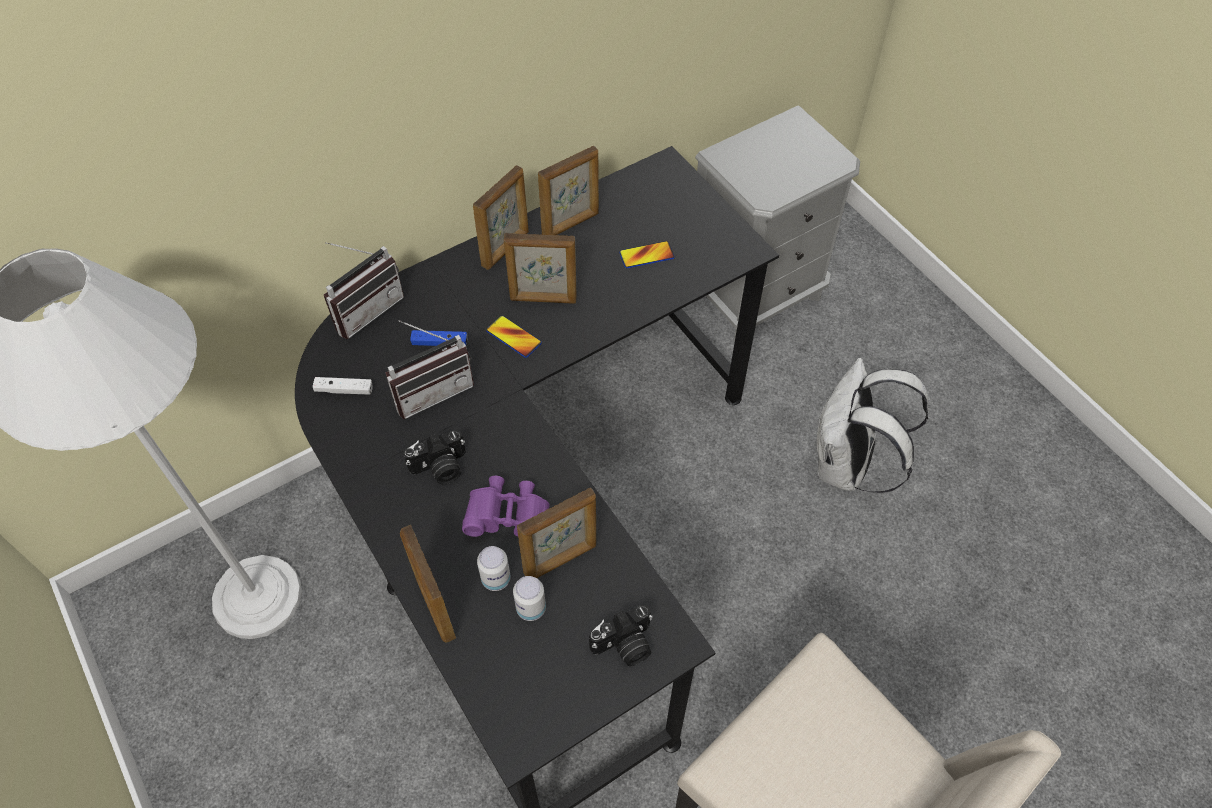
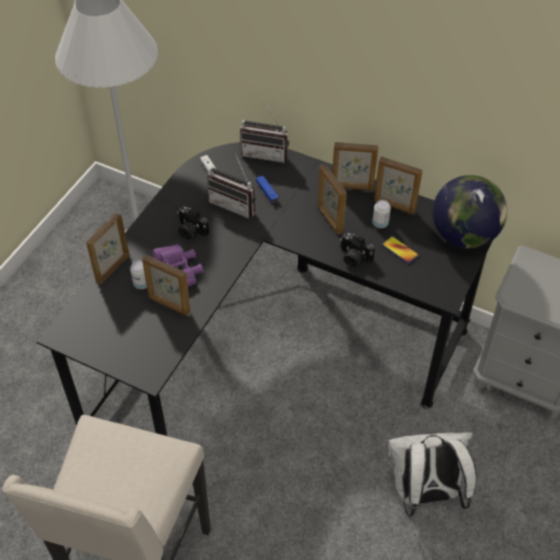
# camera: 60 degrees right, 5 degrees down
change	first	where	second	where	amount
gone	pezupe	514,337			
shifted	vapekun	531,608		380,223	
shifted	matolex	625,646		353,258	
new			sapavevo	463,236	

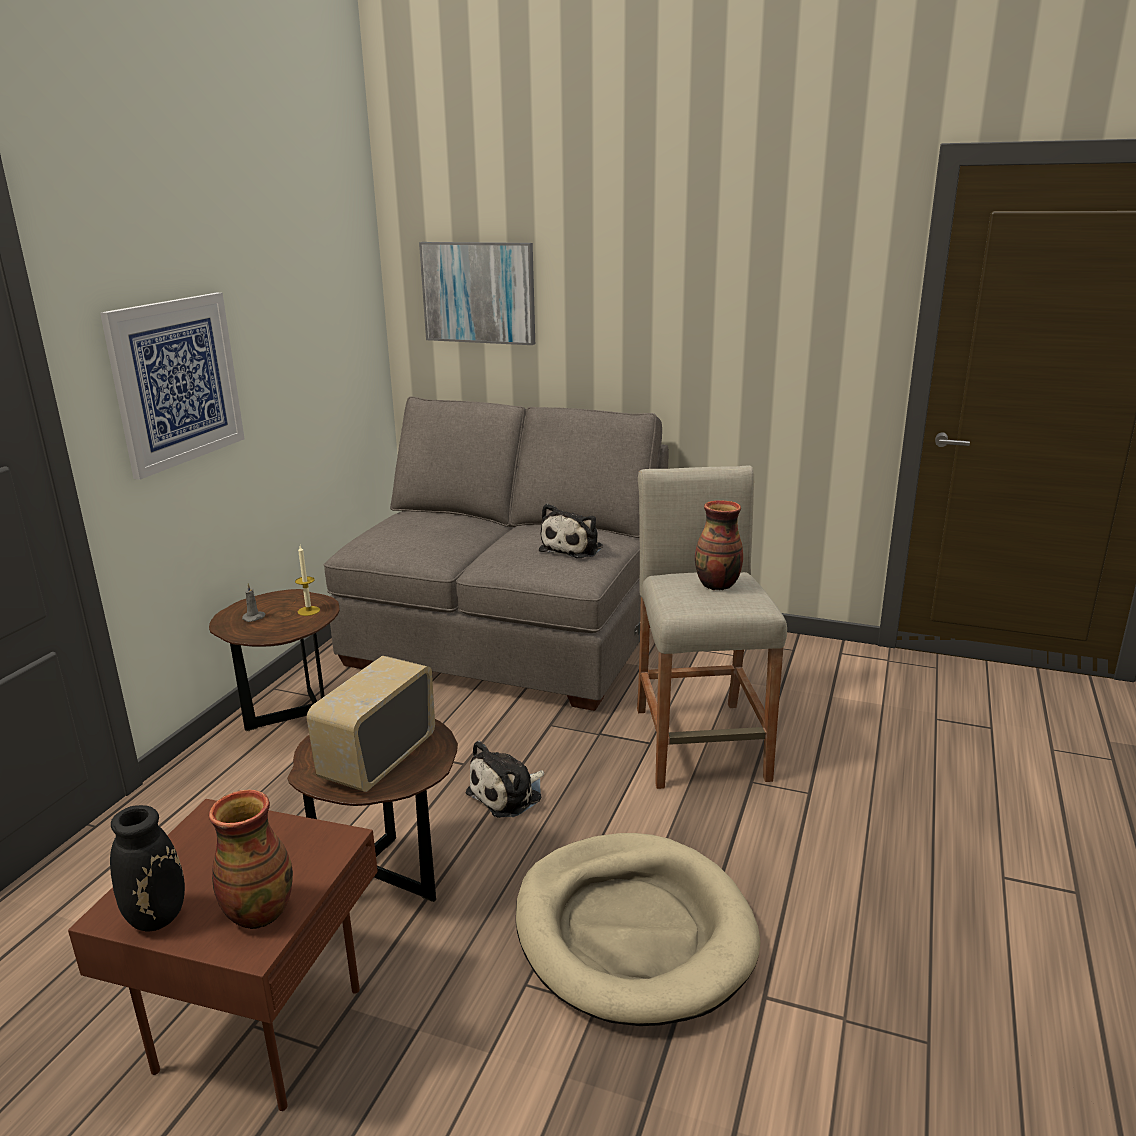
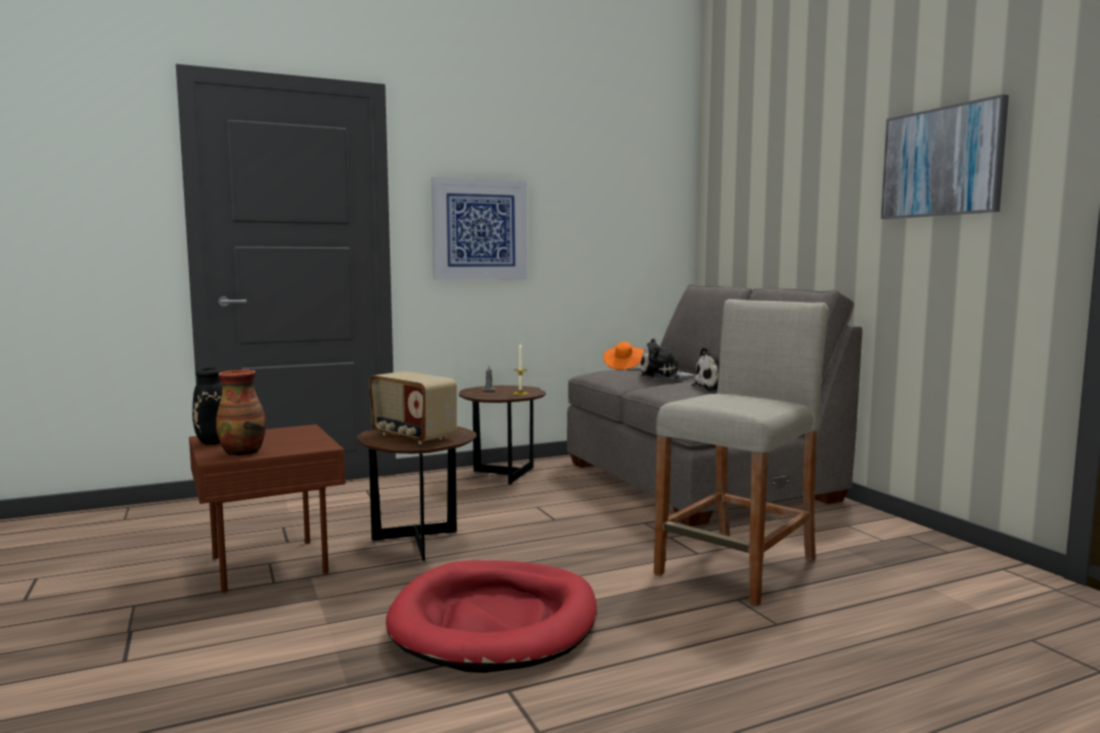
# camera: 45 degrees right, 15 degrees down
change	first	where	second	where	amount
rotated	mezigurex	377,759		412,436	120 degrees counterclockwise
shifted	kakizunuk	479,292		942,162	
shifted	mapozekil	508,794		662,376	
repainted	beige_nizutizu	633,931	red_nizutizu	495,622	
gone	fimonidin	717,585			
new			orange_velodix	623,367	

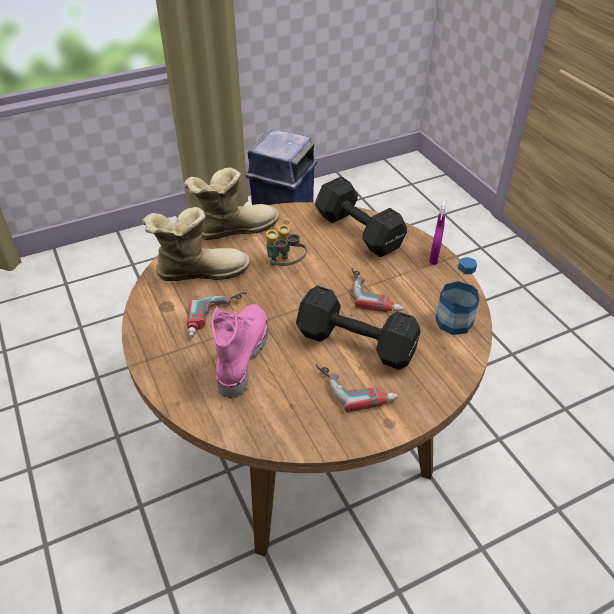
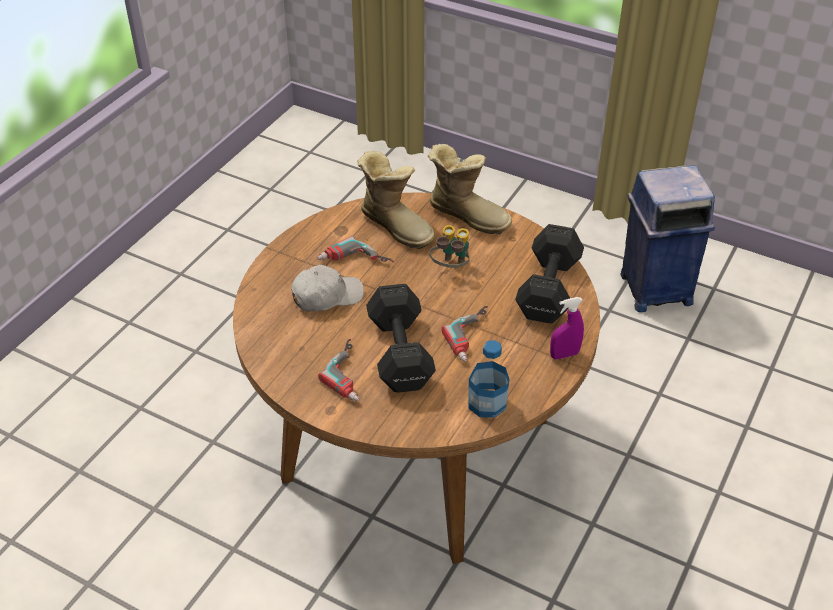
# camera: 55 degrees right, 0 degrees up
change	first	where	second	where	amount
swapped	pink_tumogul	241,356	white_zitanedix	327,296	

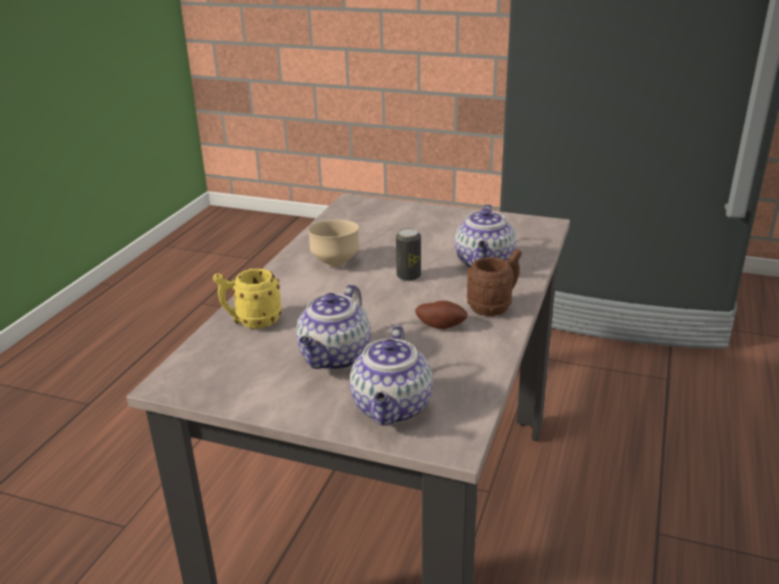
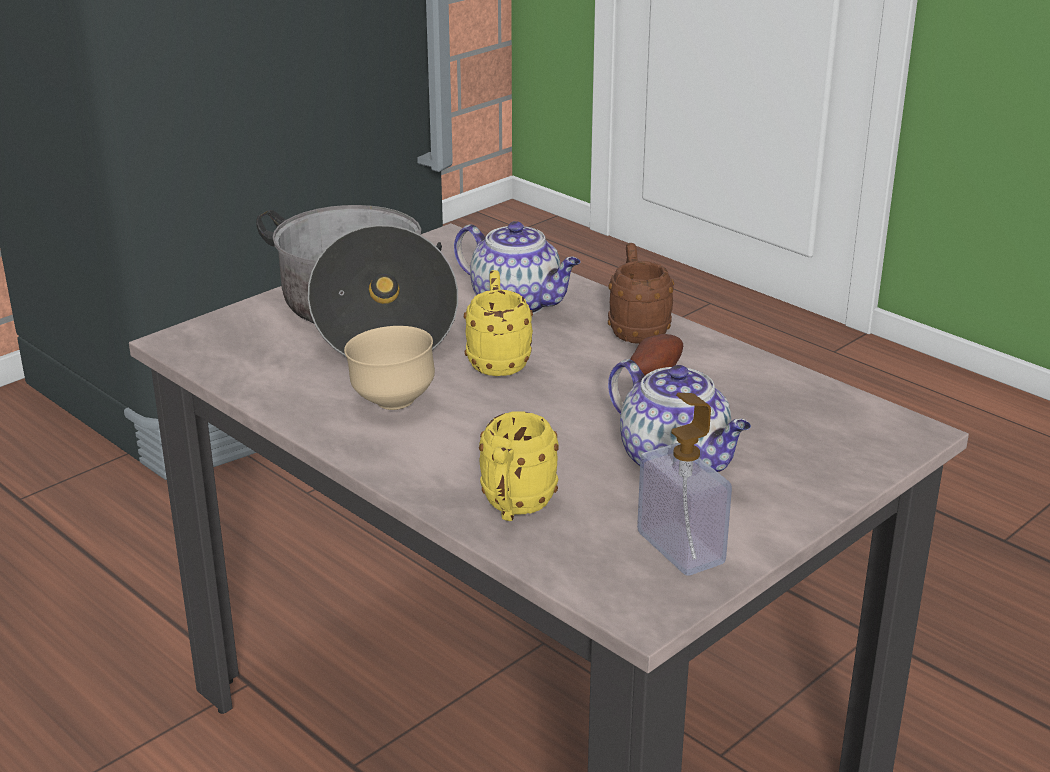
# camera: 65 degrees left, 0 degrees up
change	first	where	second	where	amount
gone	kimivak	392,409			
swapped	vapekun	408,276	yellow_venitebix	497,360	
new			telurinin	362,317	
new			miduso	680,547	

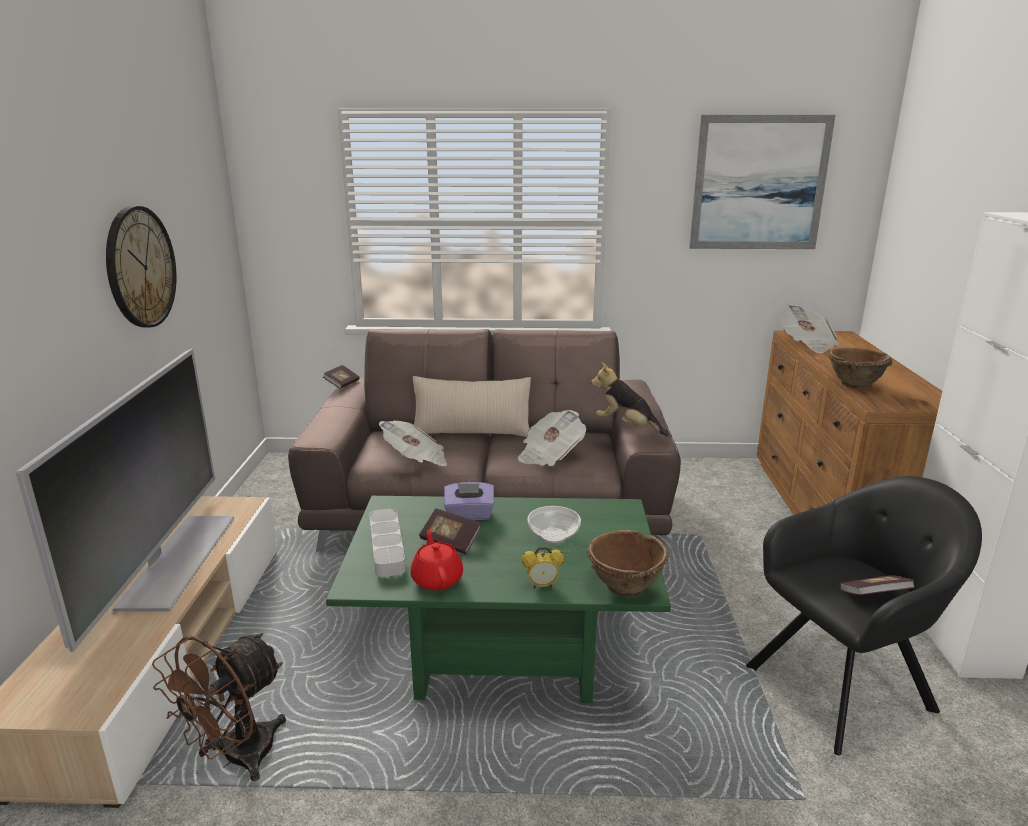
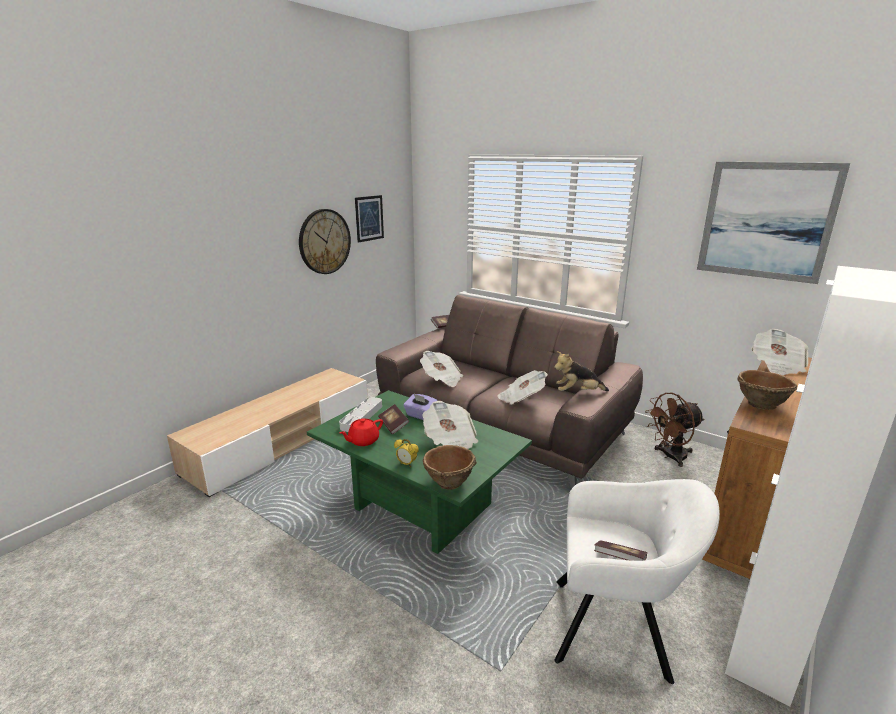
# camera: 35 degrees right, 0 degrees up
change	first	where	second	where	amount
gone	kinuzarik	176,560			
shifted	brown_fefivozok	237,758		670,456	
rotated	red_kimivak	437,579		363,441	150 degrees counterclockwise
gone	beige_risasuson	472,431			
swapped	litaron	554,535	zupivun	450,441	
rotated	mapozekil	627,426		578,393	75 degrees counterclockwise
repainted	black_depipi	844,686	white_depipi	615,628	
new			kakizunuk	369,218	

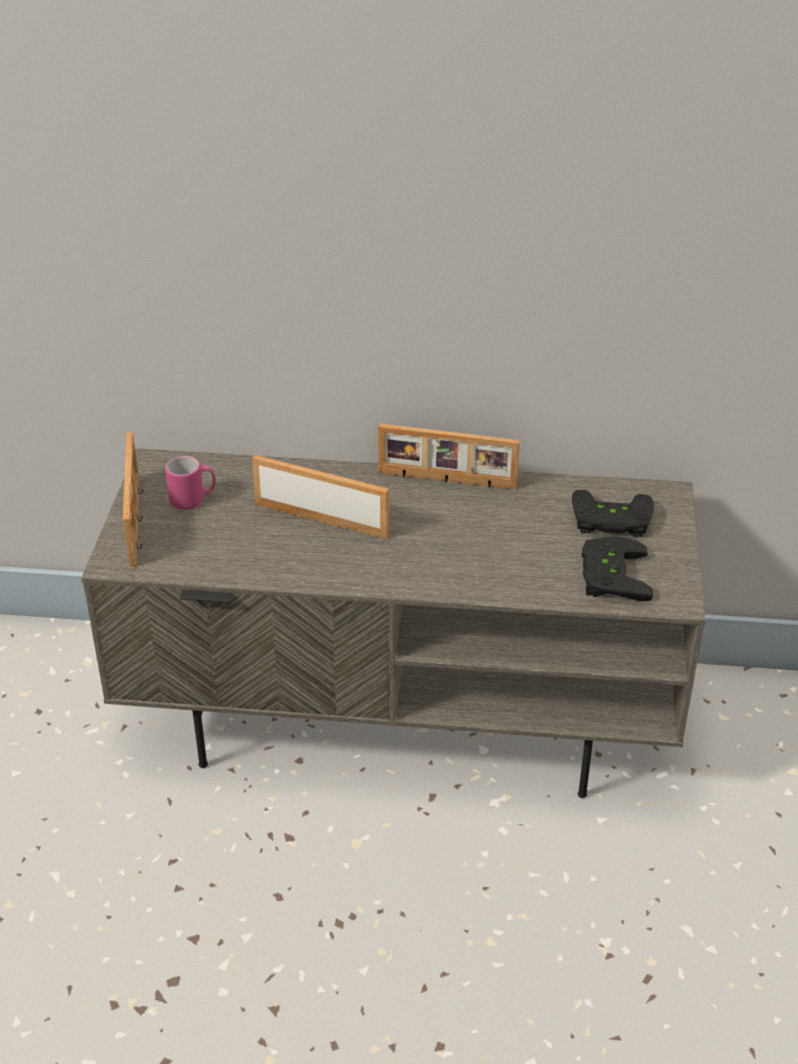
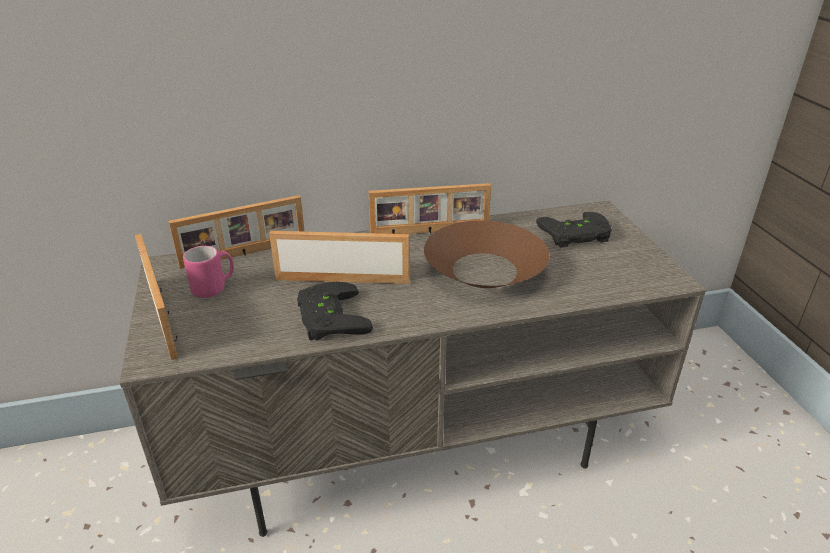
# camera: 20 degrees left, 5 degrees down
change	first	where	second	where	amount
shifted	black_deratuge	609,575		327,317	
new			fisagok	244,254	
new			brown_litaron	484,270	

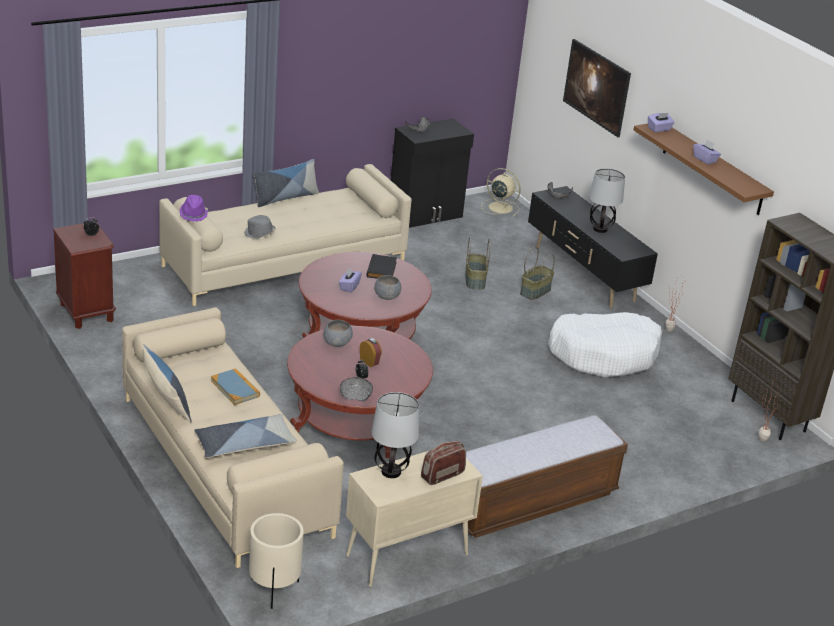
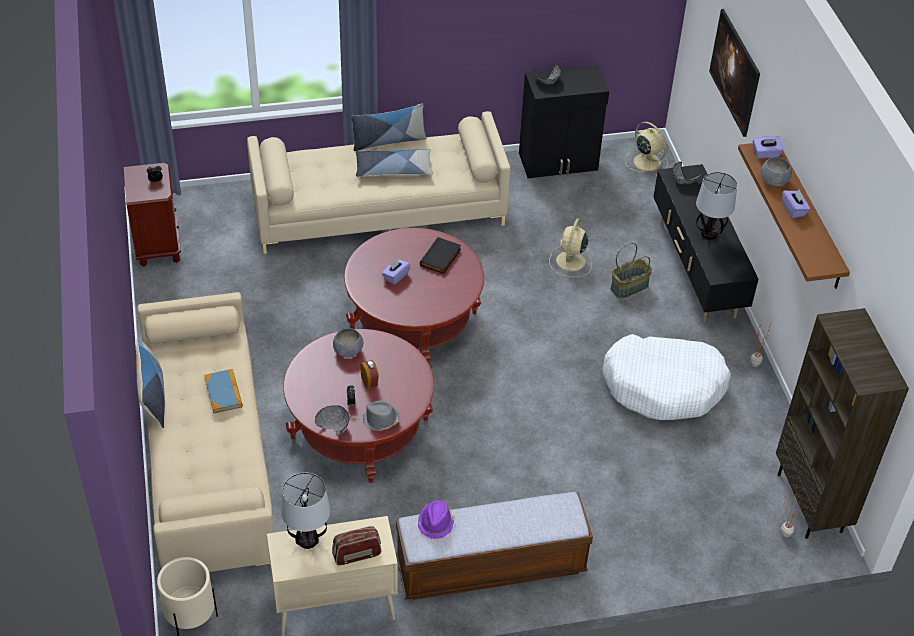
# camera: 20 degrees right, 15 degrees up
change	first	where	second	where	amount
shifted	purple_velodix	193,214		436,522	
shifted	risasuson	244,444		393,169	
shifted	grey_velodix	259,233		380,420	
shifted	grey_litaron	387,296		774,181	
swapped	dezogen	475,280	beige_fefivozok	570,262	

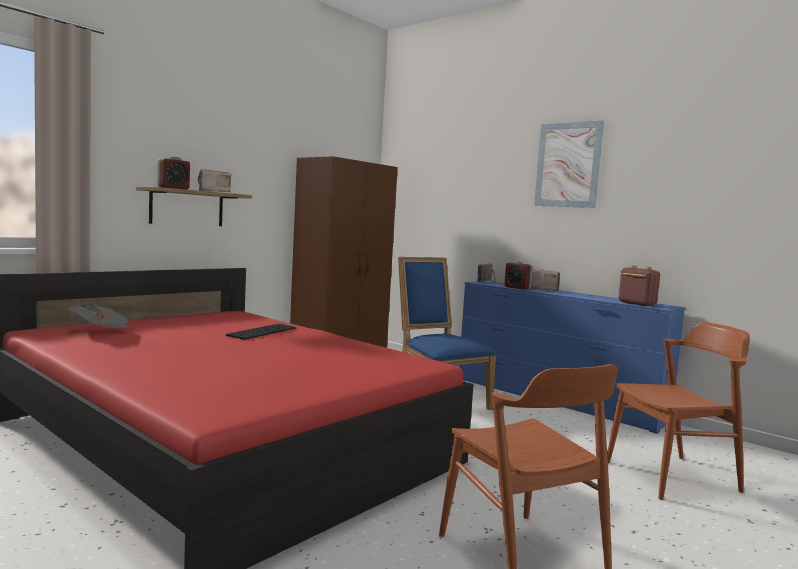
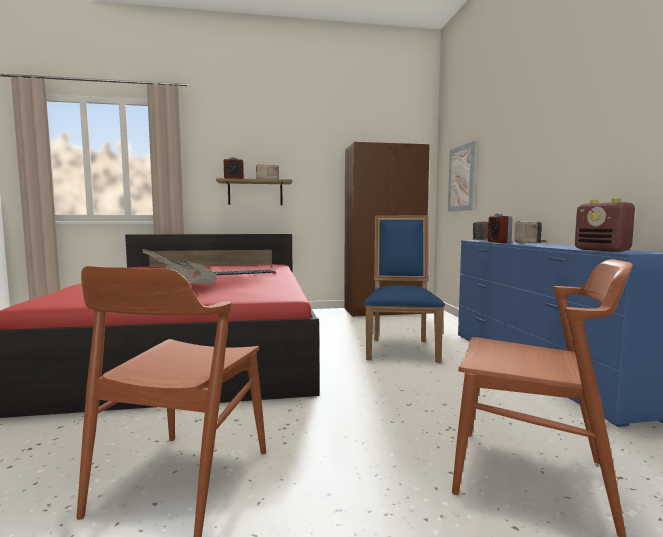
# camera: 40 degrees right, 0 degrees up
change	first	where	second	where	amount
shifted	kakizunuk	568,165		461,178	
rotated	mezigurex	636,304		602,250	150 degrees clockwise
new			zupivun	195,287	

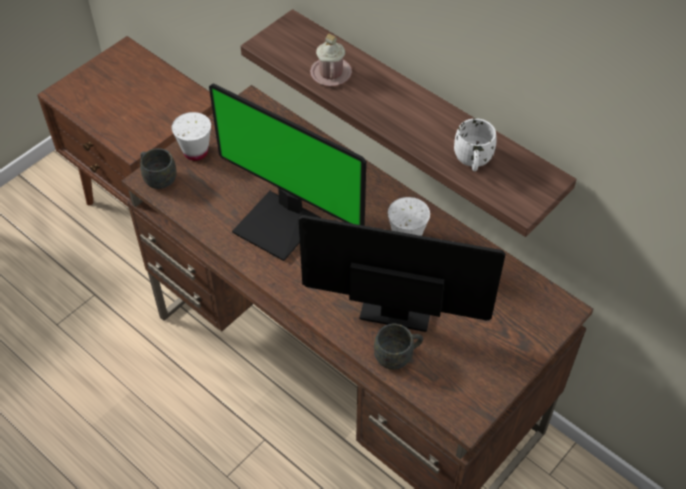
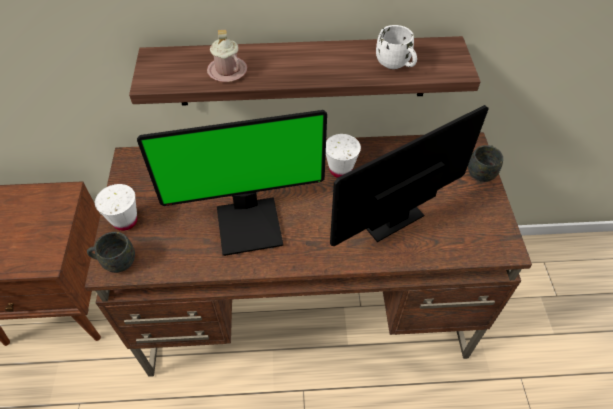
# camera: 45 degrees left, 0 degrees up
change	first	where	second	where	amount
shifted	grey_venitebix	398,356		482,171	

